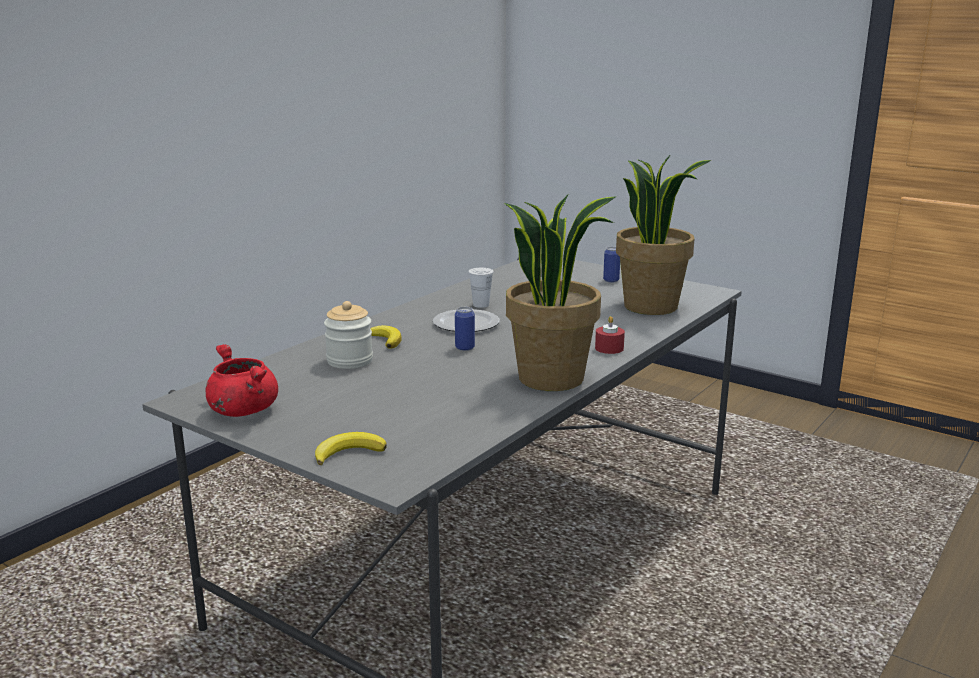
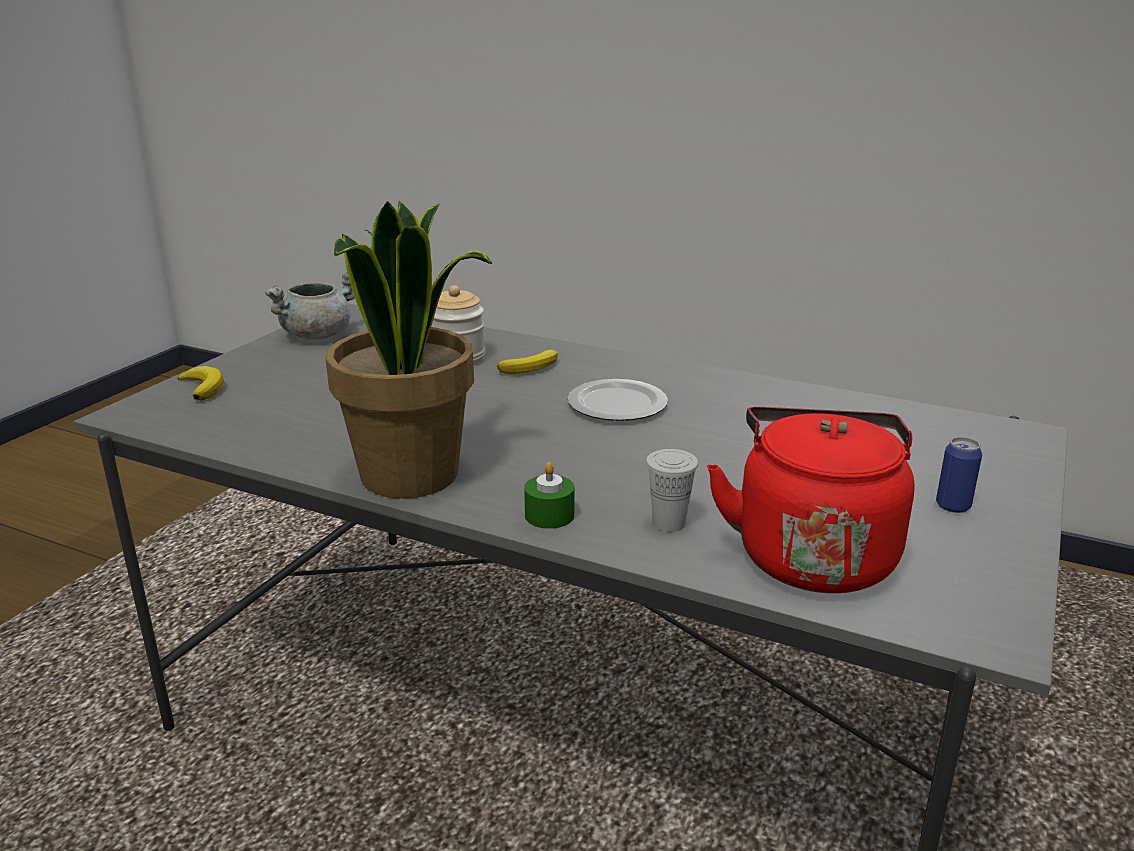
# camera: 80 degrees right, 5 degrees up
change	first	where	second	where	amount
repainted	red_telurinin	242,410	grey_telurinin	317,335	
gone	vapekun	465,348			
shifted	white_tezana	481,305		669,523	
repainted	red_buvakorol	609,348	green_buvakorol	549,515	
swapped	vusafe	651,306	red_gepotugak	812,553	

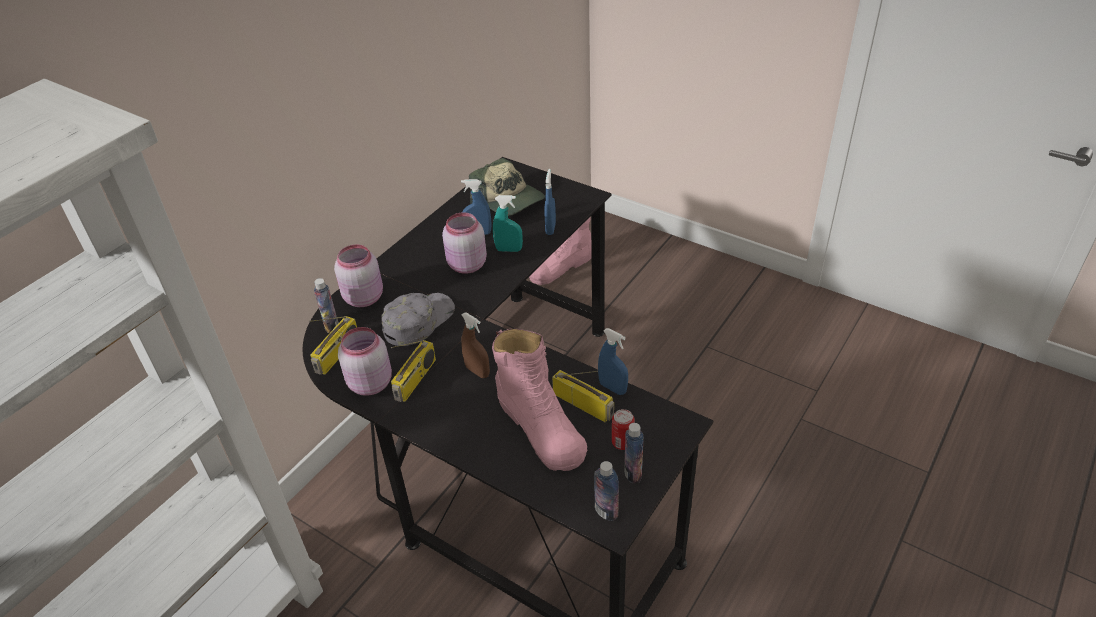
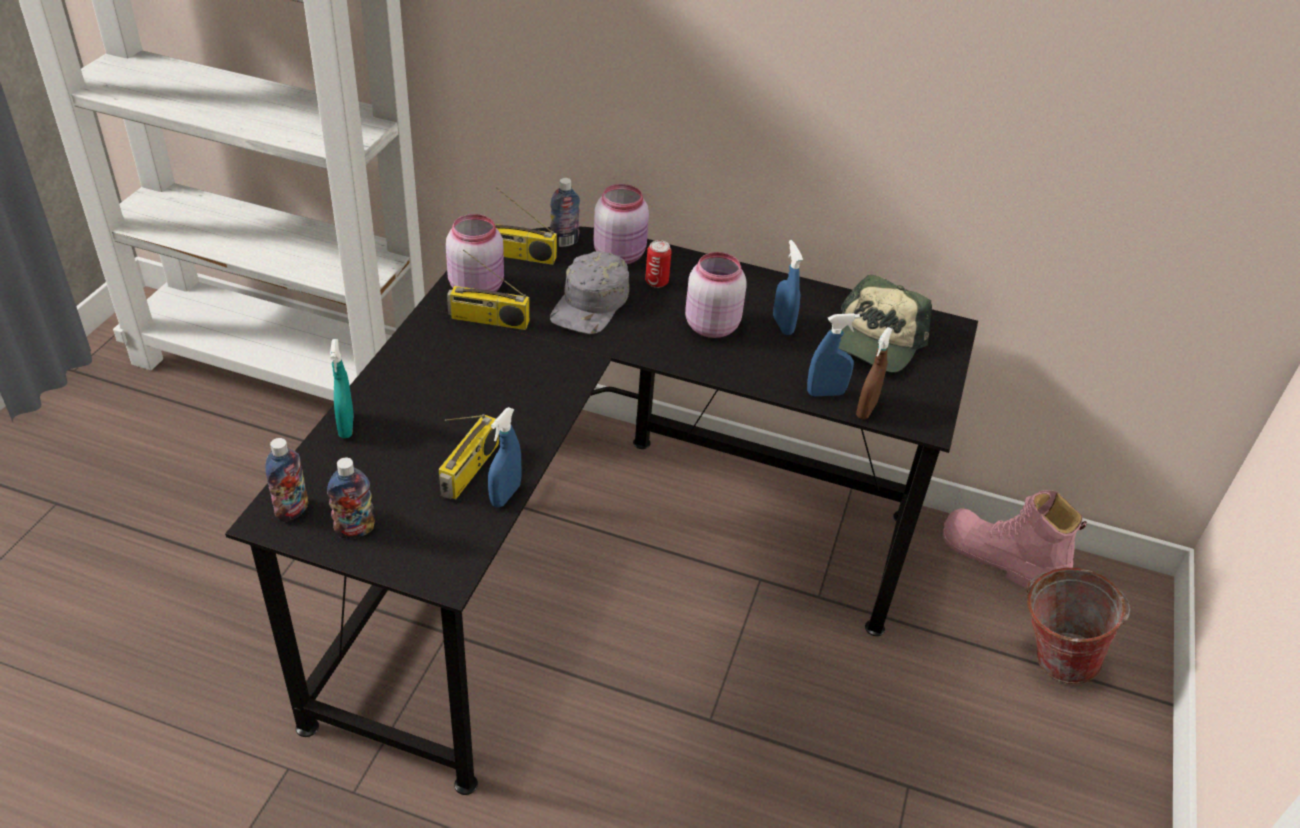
# camera: 70 degrees right, 0 degrees up
change	first	where	second	where	amount
rotated	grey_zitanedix	418,320		591,304	90 degrees clockwise
shifted	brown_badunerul	477,371		866,409	
gone	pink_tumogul	540,427			
shifted	turquoise_badunerul	509,250		346,426	
shifted	vapekun	622,443		656,282	
new			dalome	1050,658	

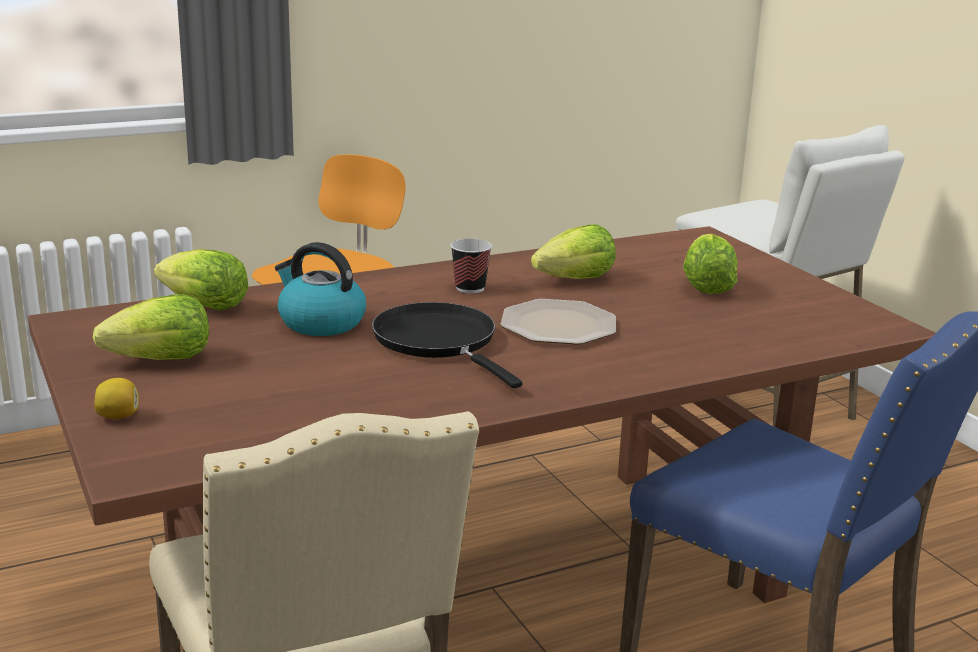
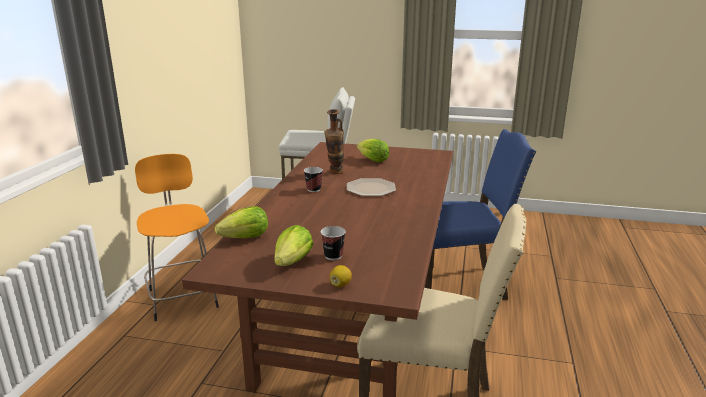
# camera: 50 degrees left, 0 degrees up
change	first	where	second	where	amount
gone	gepotugak	320,323			
gone	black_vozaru	439,342			
swapped	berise	576,280	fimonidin	335,173	
new			tezana	333,256	

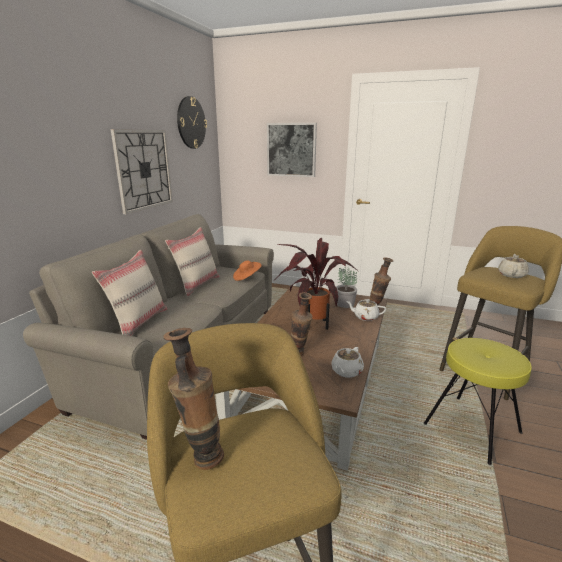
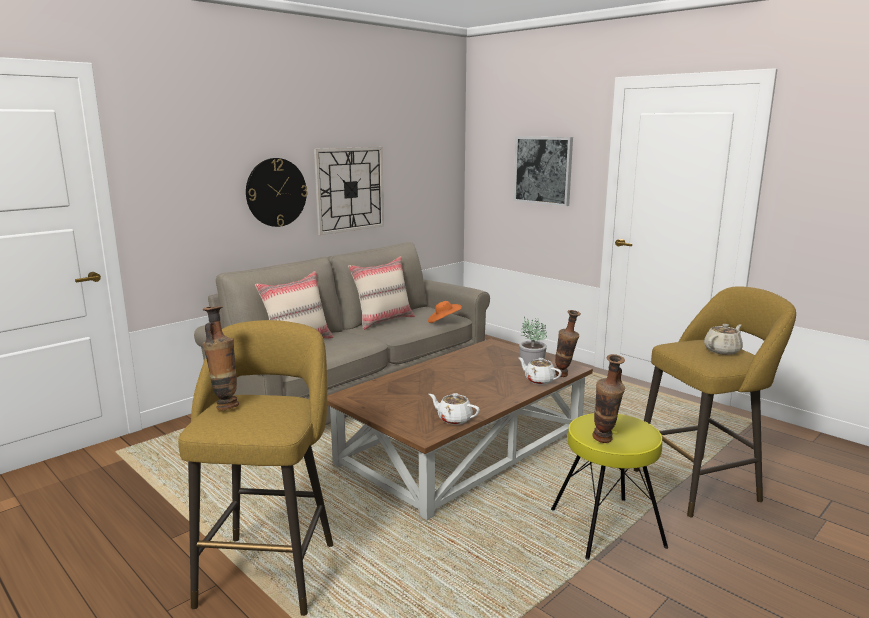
# camera: 25 degrees right, 5 degrees down
change	first	where	second	where	amount
shifted	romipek	191,123		276,192	
gone	vusafe	313,324			
shifted	fimonidin	299,355		604,442	
rotated	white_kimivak	346,371		454,419	60 degrees clockwise

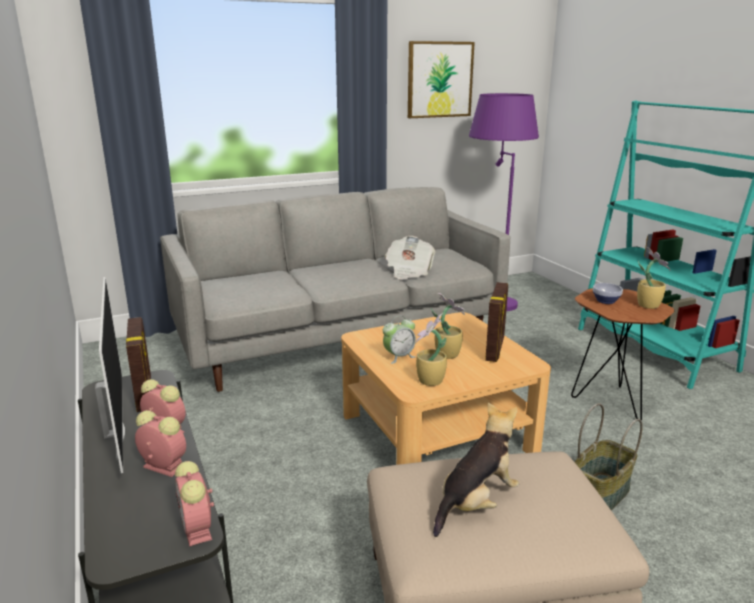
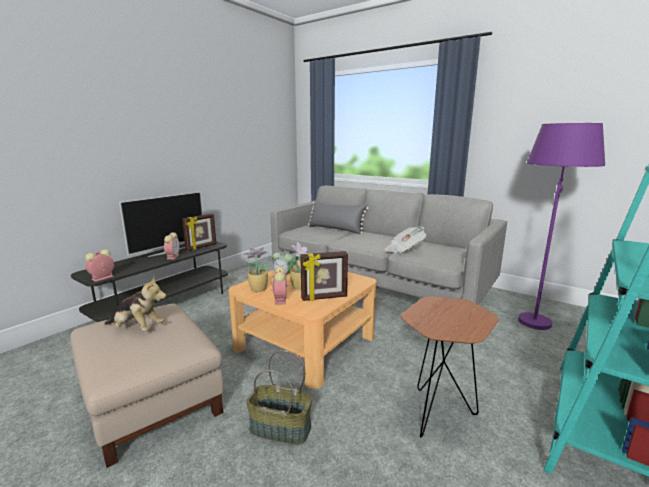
# camera: 60 degrees right, 5 degrees down
change	first	where	second	where	amount
shifted	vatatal	162,466		280,299	
gone	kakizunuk	439,80			
gone	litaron	605,301			
gone	vusafe	648,305			
new			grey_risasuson	336,229	

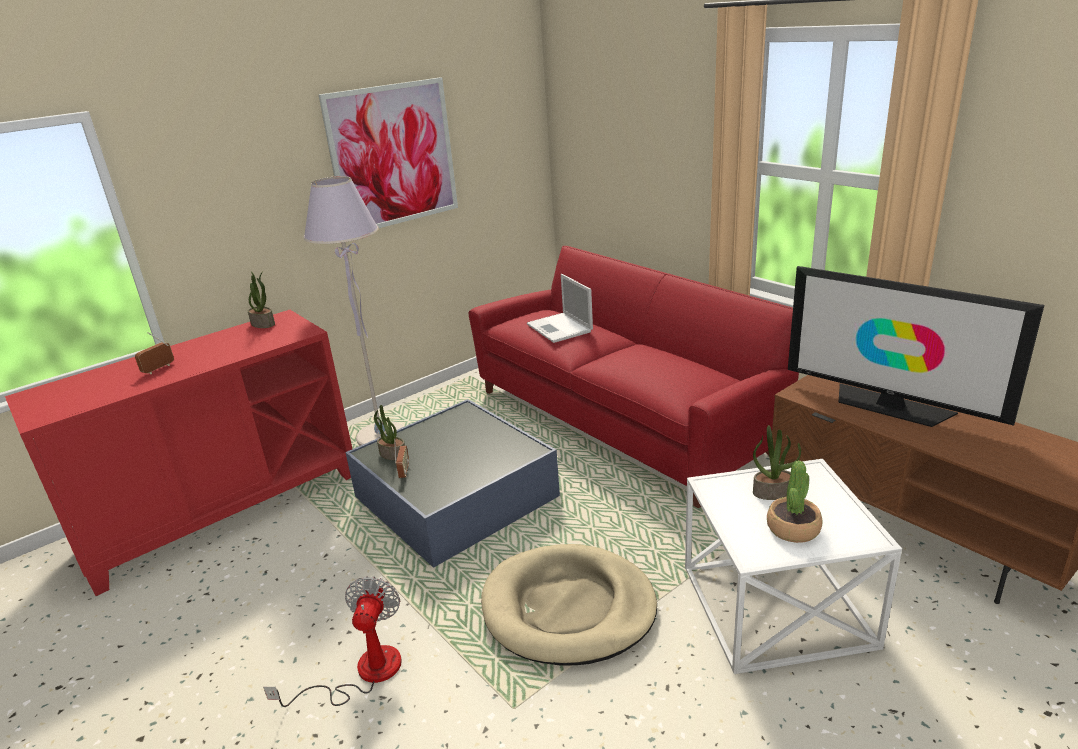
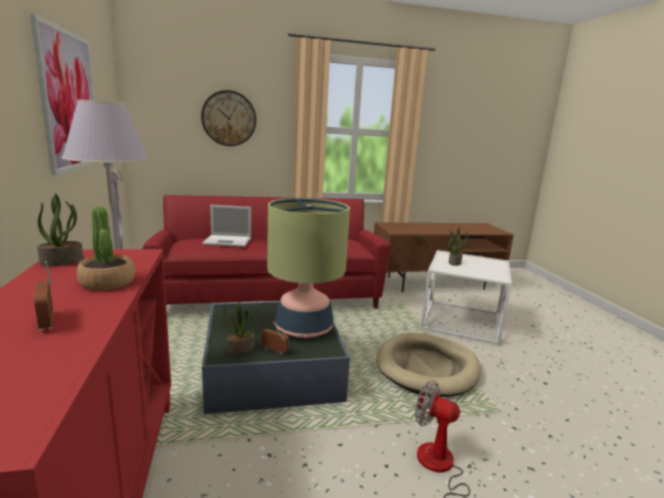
# camera: 65 degrees left, 10 degrees down
change	first	where	second	where	amount
shifted	vusafe	793,528		108,282	
gone	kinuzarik	890,406			
new			romipek	229,118	
new			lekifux	303,328	

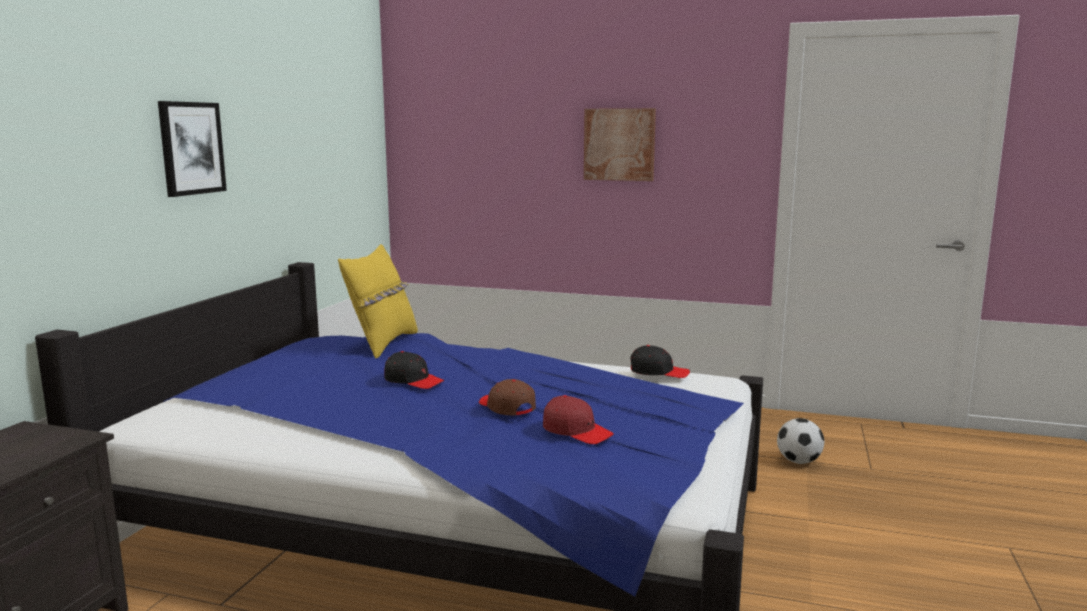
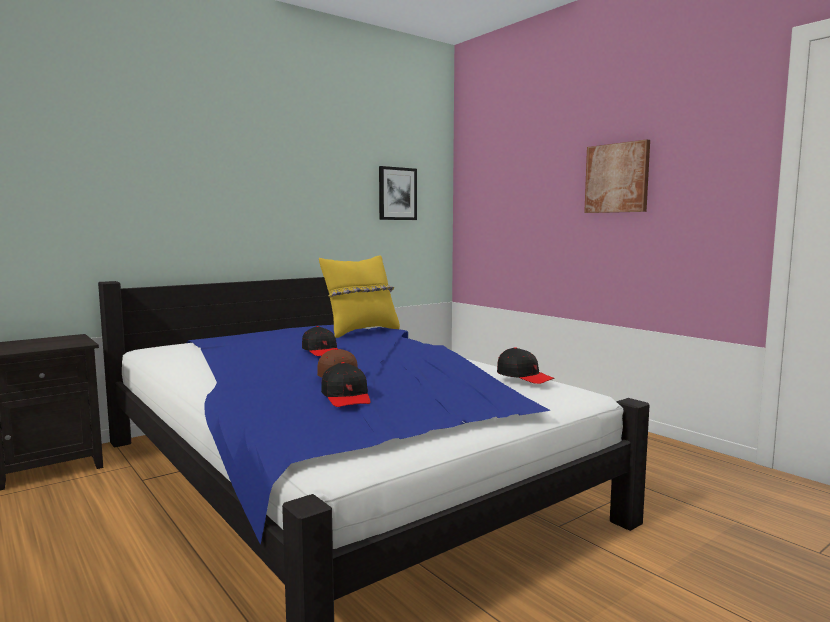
# camera: 35 degrees right, 5 degrees down
change	first	where	second	where	amount
shifted	kakizunuk	191,148		397,194	
repainted	red_zitanedix	577,431	black_zitanedix	346,397	
gone	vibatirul	799,462			

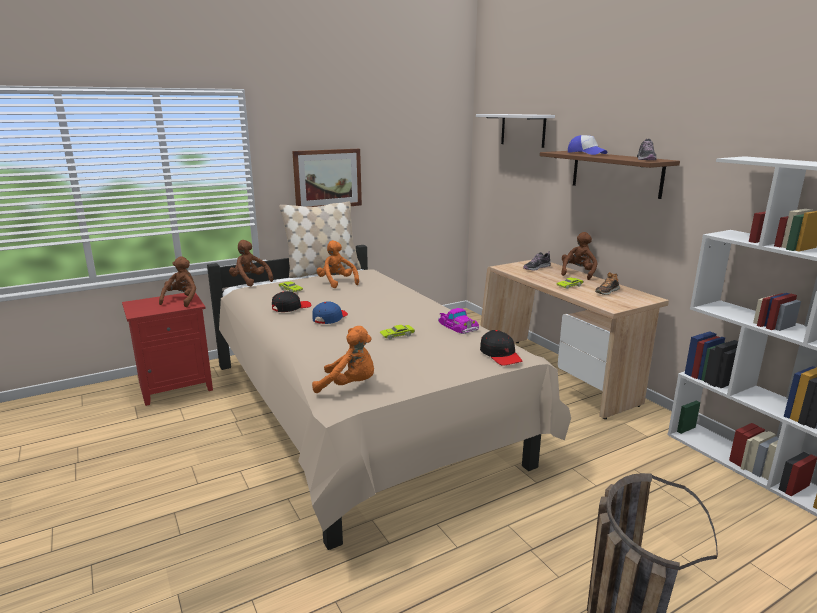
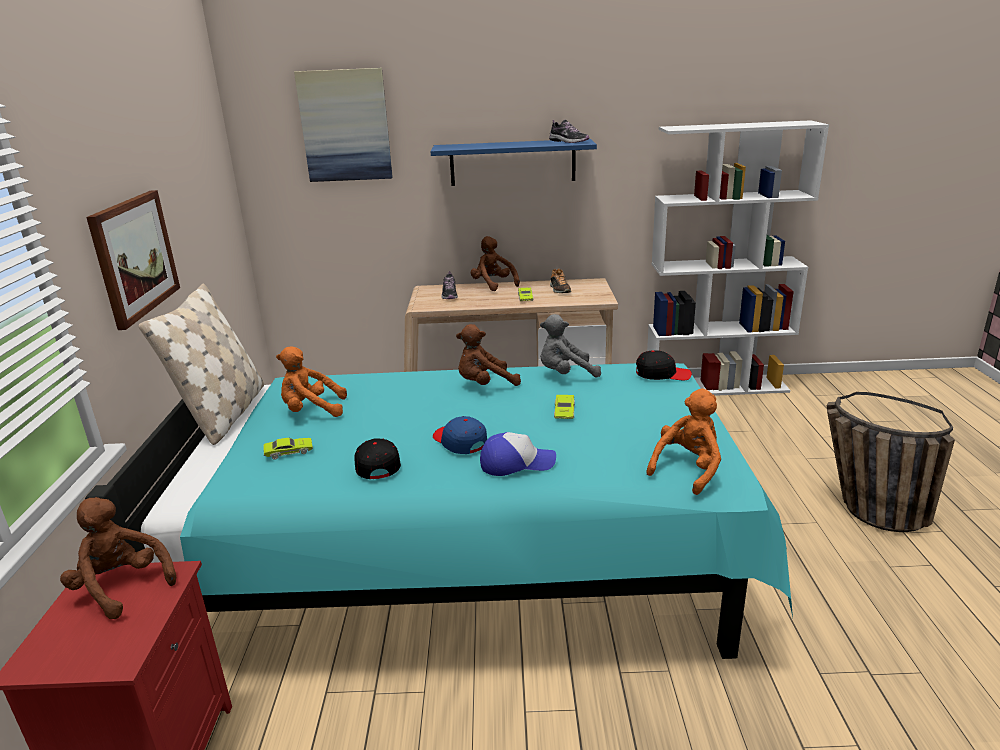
# camera: 60 degrees left, 5 degrees up
change	first	where	second	where	amount
repainted	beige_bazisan	359,415	turquoise_bazisan	470,559	
shifted	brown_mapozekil	250,281		485,384	
swapped	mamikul	457,326	grey_mapozekil	565,374	
swapped	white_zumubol	523,130	kakizunuk	345,125	
repainted	brown_zumubol	616,173	blue_zumubol	512,162	
shifted	zitanedix	586,153		516,463	

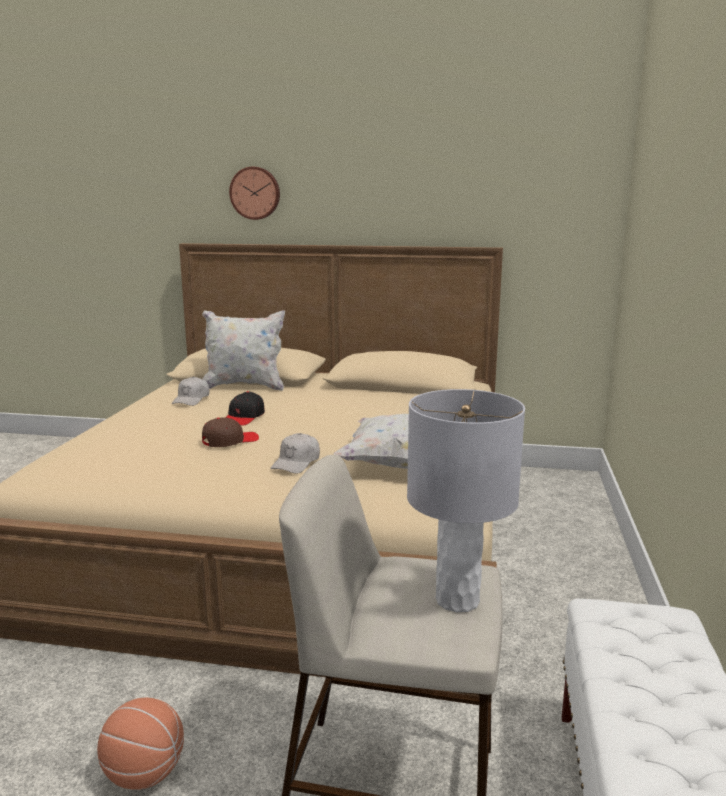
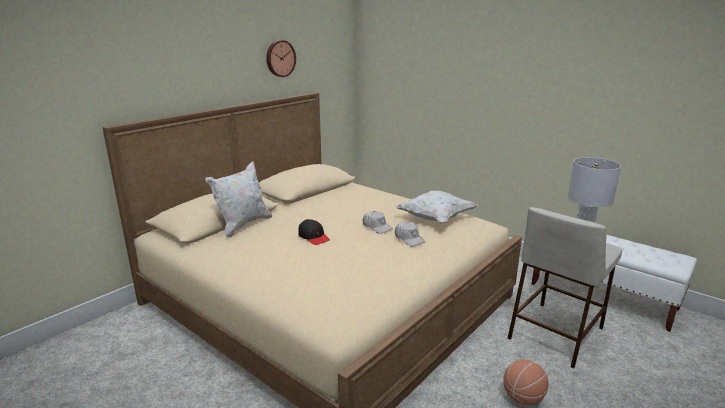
# camera: 60 degrees left, 5 degrees up
change	first	where	second	where	amount
shifted	white_zitanedix	191,399		377,227	
gone	brown_zitanedix	230,441			
shifted	romipek	255,193		280,58	

